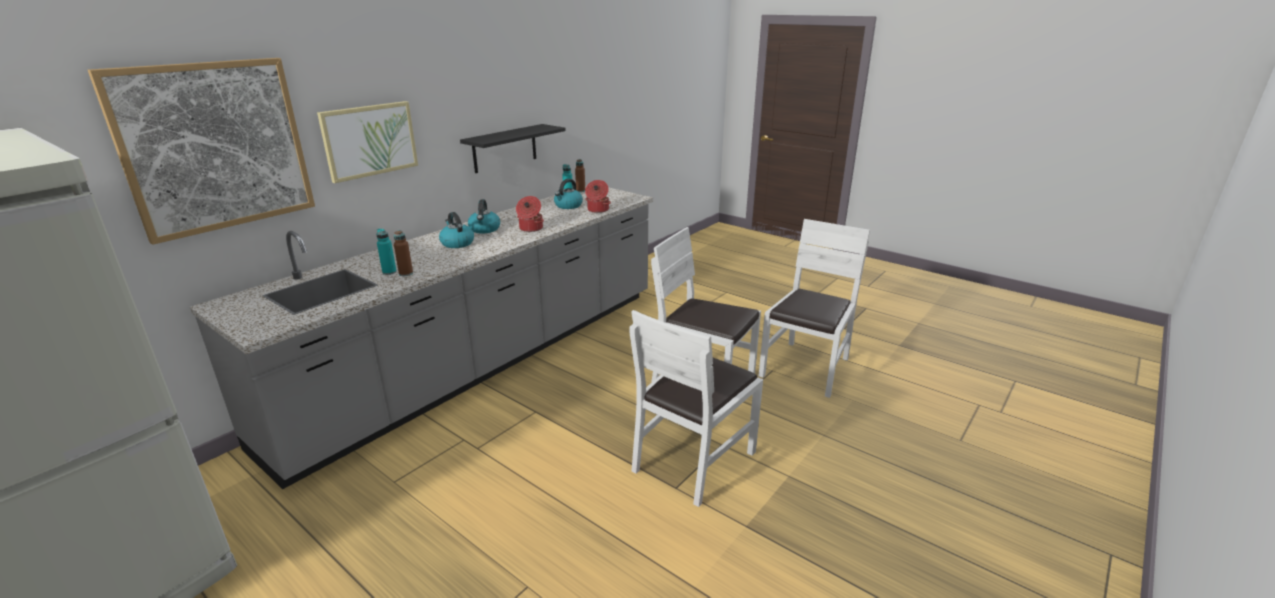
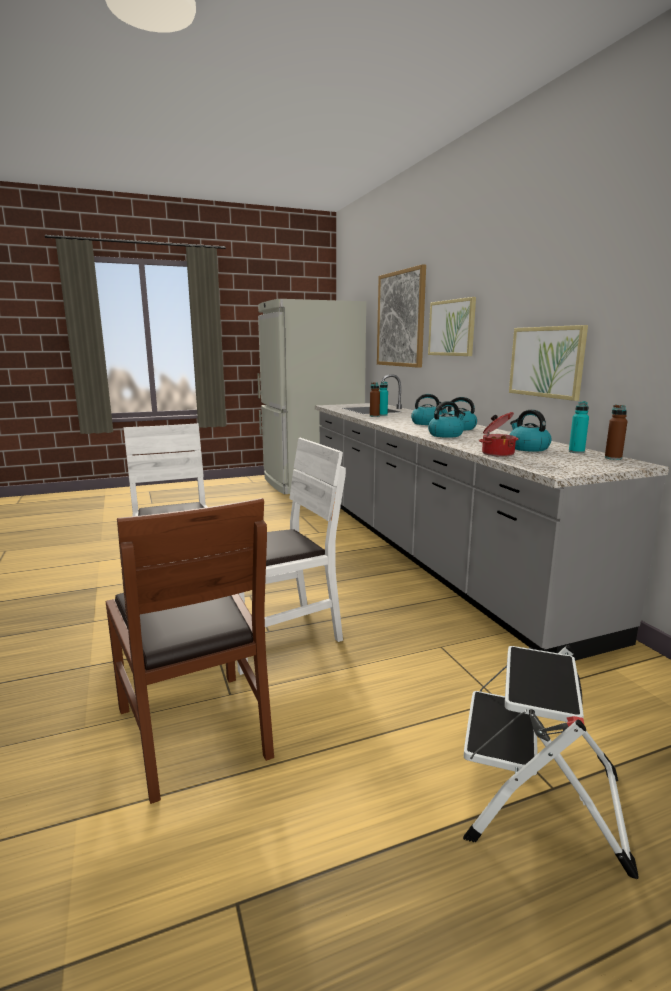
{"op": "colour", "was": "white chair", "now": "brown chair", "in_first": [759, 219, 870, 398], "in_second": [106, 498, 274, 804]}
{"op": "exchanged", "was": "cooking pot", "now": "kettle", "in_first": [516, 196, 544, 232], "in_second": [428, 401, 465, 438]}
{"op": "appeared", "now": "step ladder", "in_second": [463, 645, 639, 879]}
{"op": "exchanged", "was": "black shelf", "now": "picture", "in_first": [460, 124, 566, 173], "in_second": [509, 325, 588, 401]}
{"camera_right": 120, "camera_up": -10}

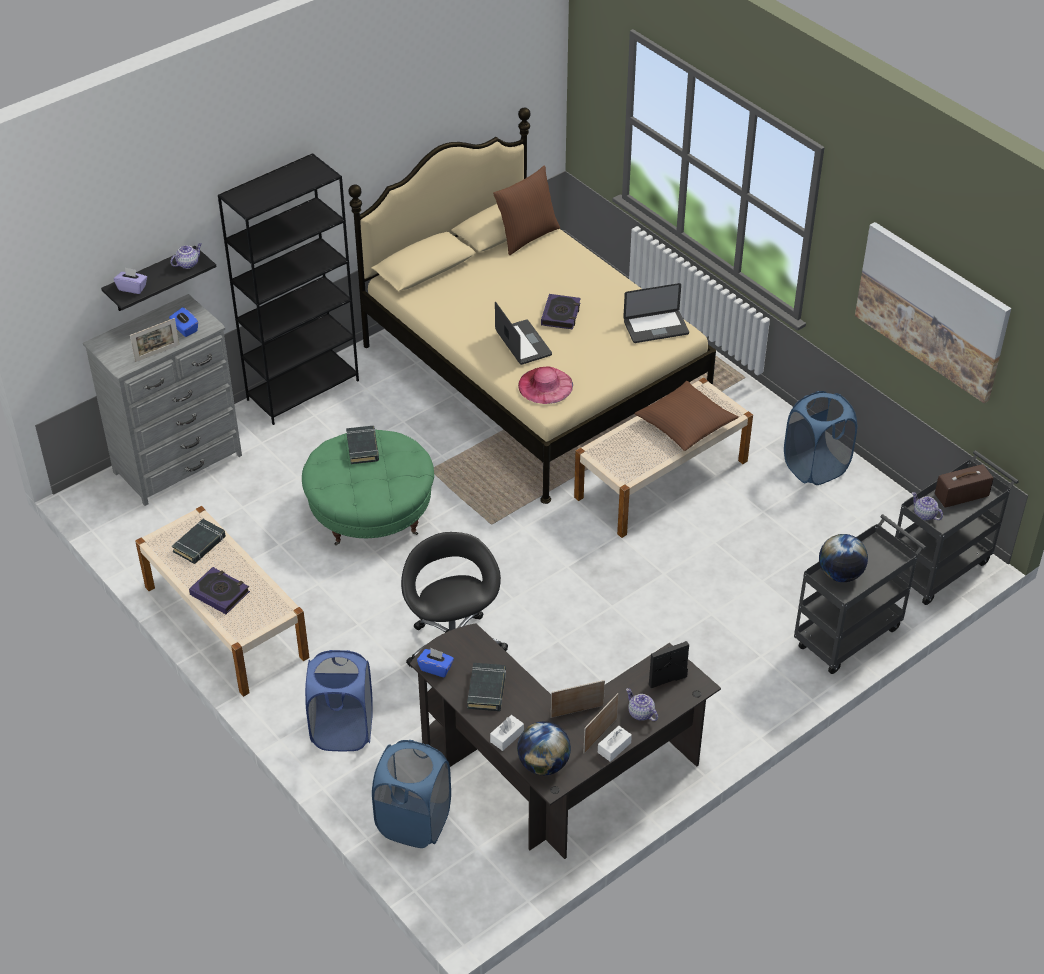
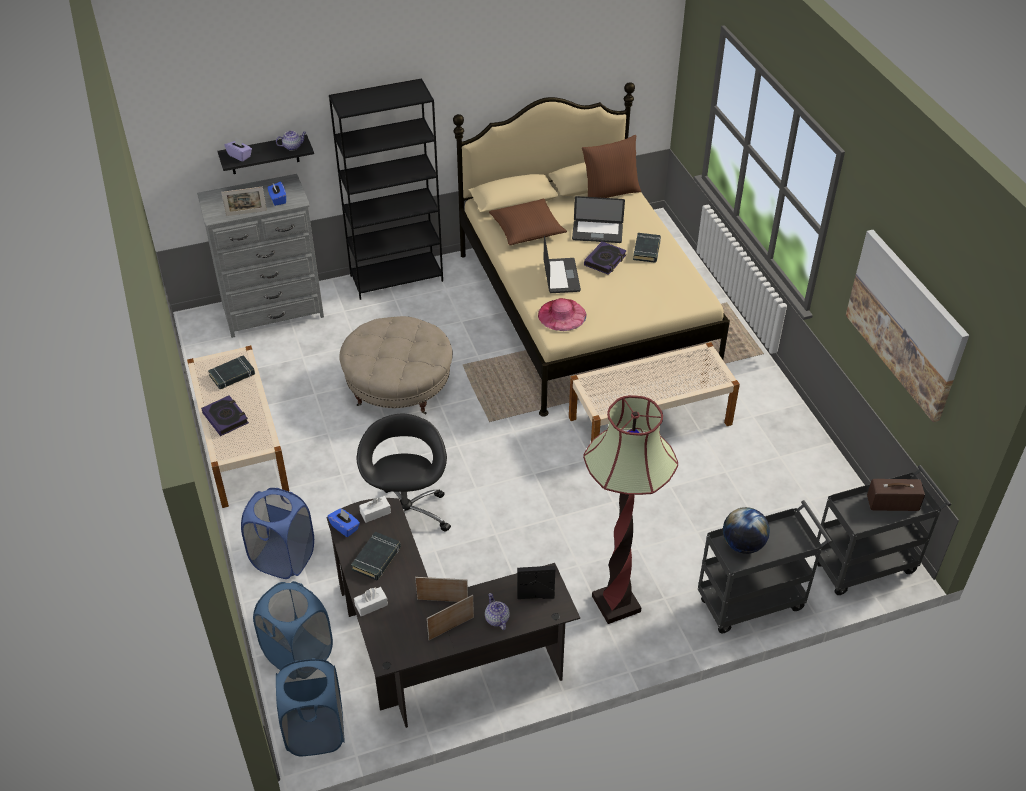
{"op": "relocated", "was": "blue laundry basket", "in_first": [784, 391, 857, 485], "in_second": [276, 658, 345, 756]}
{"op": "colour", "was": "green ottoman", "now": "beige ottoman", "in_first": [302, 430, 434, 545], "in_second": [339, 316, 453, 414]}
{"op": "relocated", "was": "white tissue box", "in_first": [598, 726, 632, 762], "in_second": [359, 496, 391, 523]}
{"op": "relocated", "was": "brown pillow", "in_first": [634, 381, 739, 451], "in_second": [489, 199, 567, 245]}
{"op": "relocated", "was": "laptop", "in_first": [623, 283, 689, 343], "in_second": [572, 196, 625, 243]}
{"op": "appeared", "now": "floor lamp", "in_second": [583, 395, 678, 624]}
{"op": "relocated", "was": "black book", "in_first": [346, 426, 379, 464], "in_second": [633, 233, 661, 263]}
{"op": "missing", "was": "globe", "in_first": [517, 721, 571, 775]}
{"op": "missing", "was": "teapot", "in_first": [912, 492, 943, 521]}
{"camera_right": 20, "camera_up": 0}

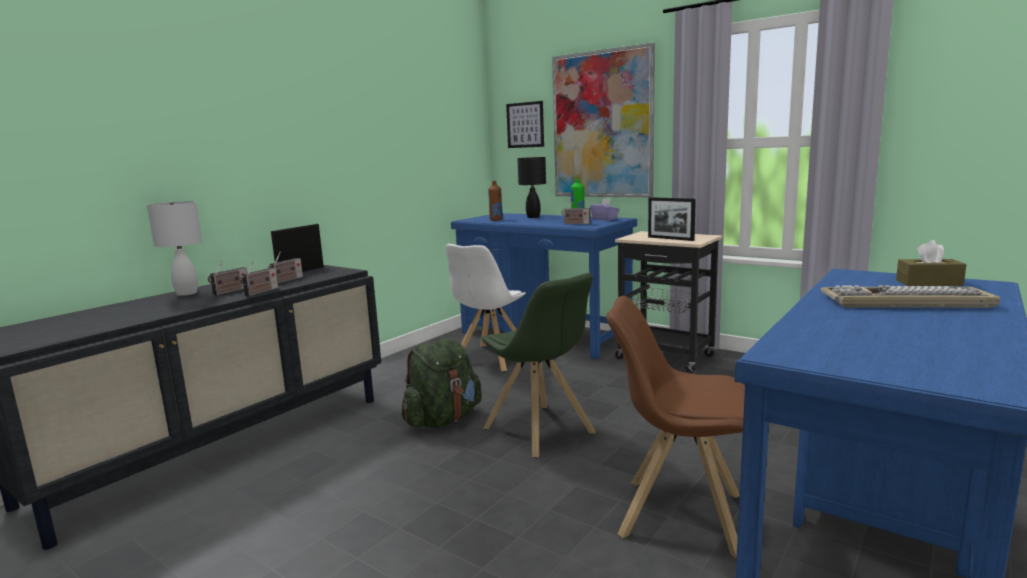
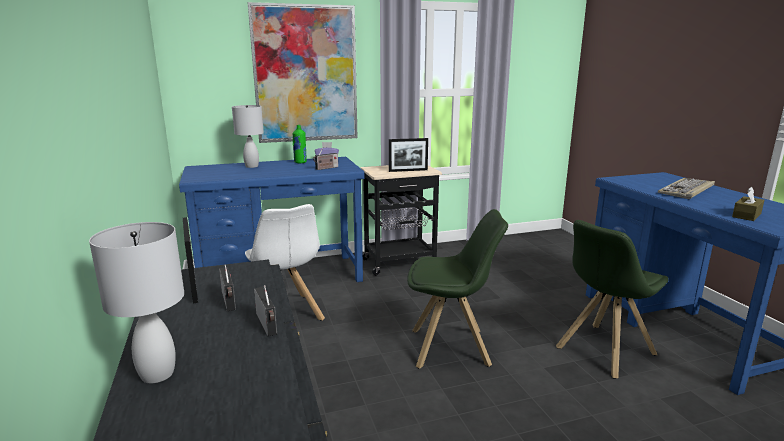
{"op": "colour", "was": "black table lamp", "now": "white table lamp", "in_first": [517, 157, 546, 218], "in_second": [232, 105, 264, 168]}
{"op": "colour", "was": "brown chair", "now": "green chair", "in_first": [606, 296, 745, 558], "in_second": [556, 220, 669, 379]}
{"op": "relocated", "was": "brown tissue box", "in_first": [896, 240, 966, 286], "in_second": [732, 187, 764, 221]}
{"op": "missing", "was": "radio", "in_first": [208, 260, 247, 295]}
{"op": "missing", "was": "green backpack", "in_first": [402, 339, 482, 427]}
{"op": "missing", "was": "brown bottle", "in_first": [488, 181, 503, 221]}
{"op": "missing", "was": "picture", "in_first": [506, 101, 544, 148]}
{"camera_right": -55, "camera_up": 5}

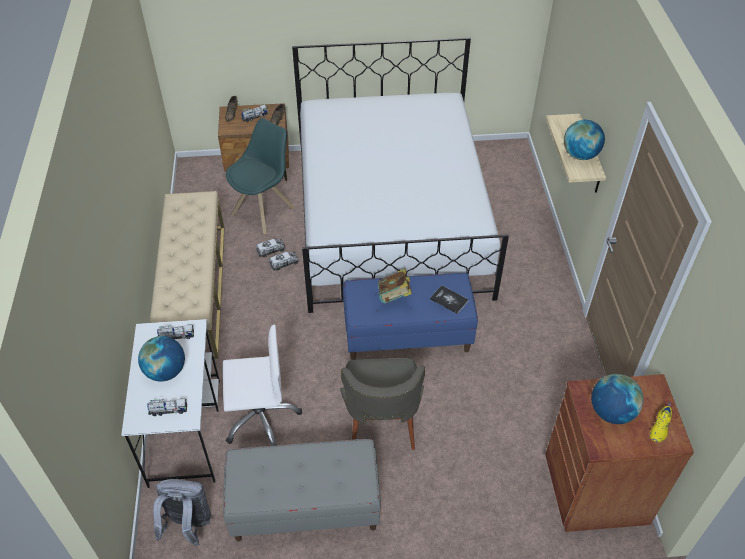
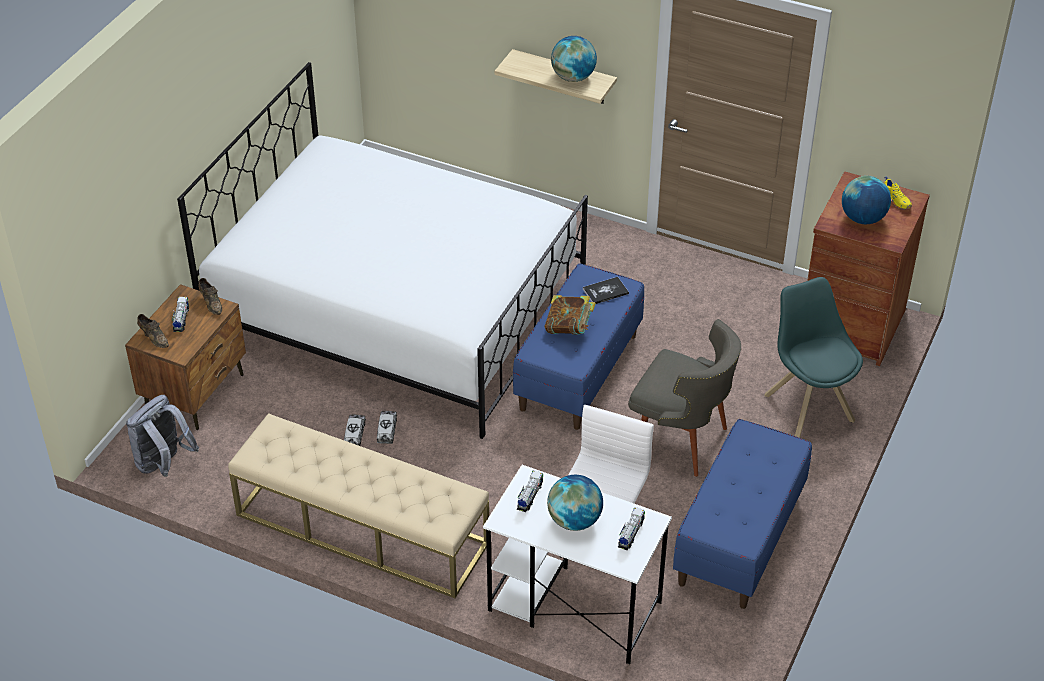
{"op": "relocated", "was": "grey backpack", "in_first": [153, 478, 211, 546], "in_second": [126, 395, 199, 477]}
{"op": "colour", "was": "grey bench", "now": "blue bench", "in_first": [223, 439, 381, 541], "in_second": [673, 419, 812, 609]}
{"op": "relocated", "was": "turquoise chair", "in_first": [226, 118, 295, 235], "in_second": [764, 277, 863, 438]}
{"camera_right": -60, "camera_up": -5}

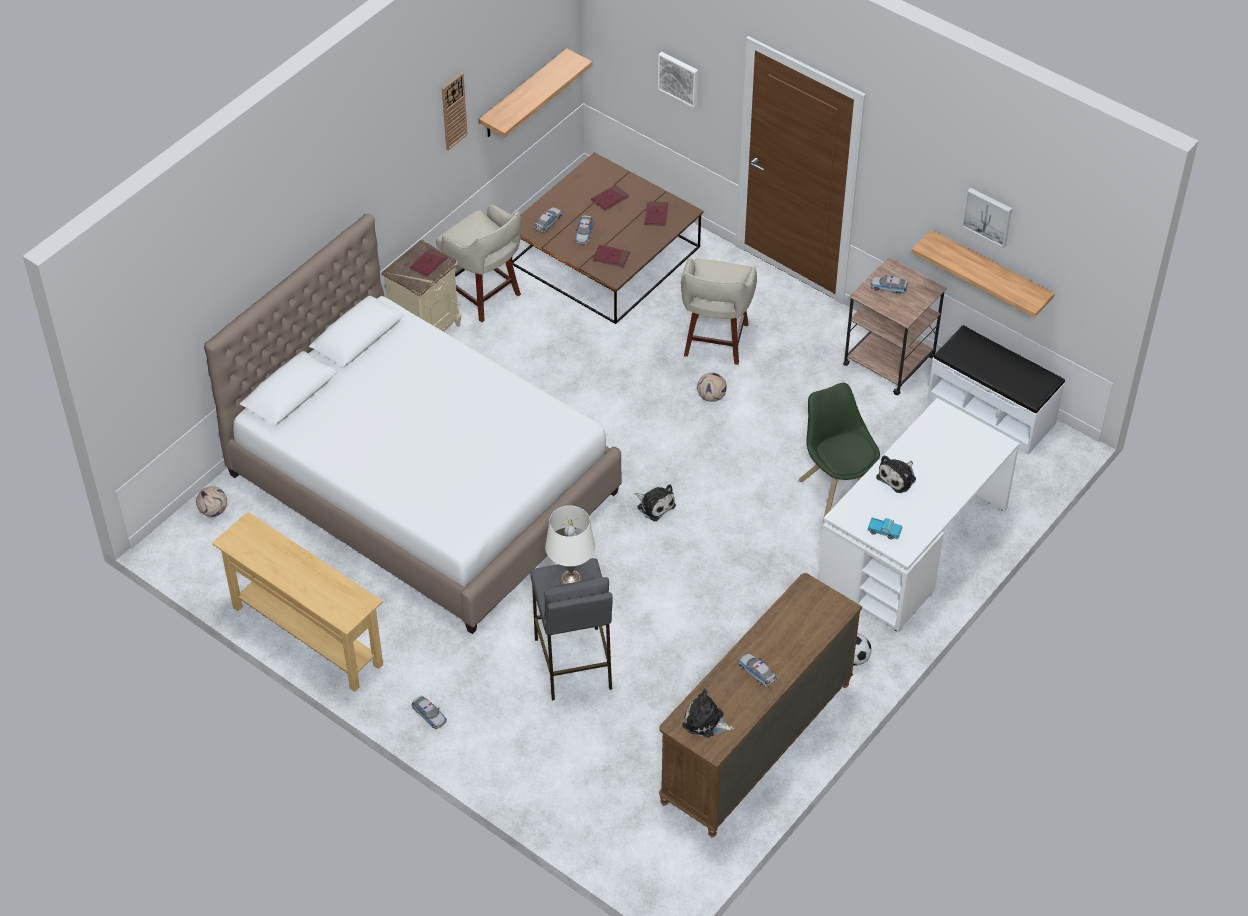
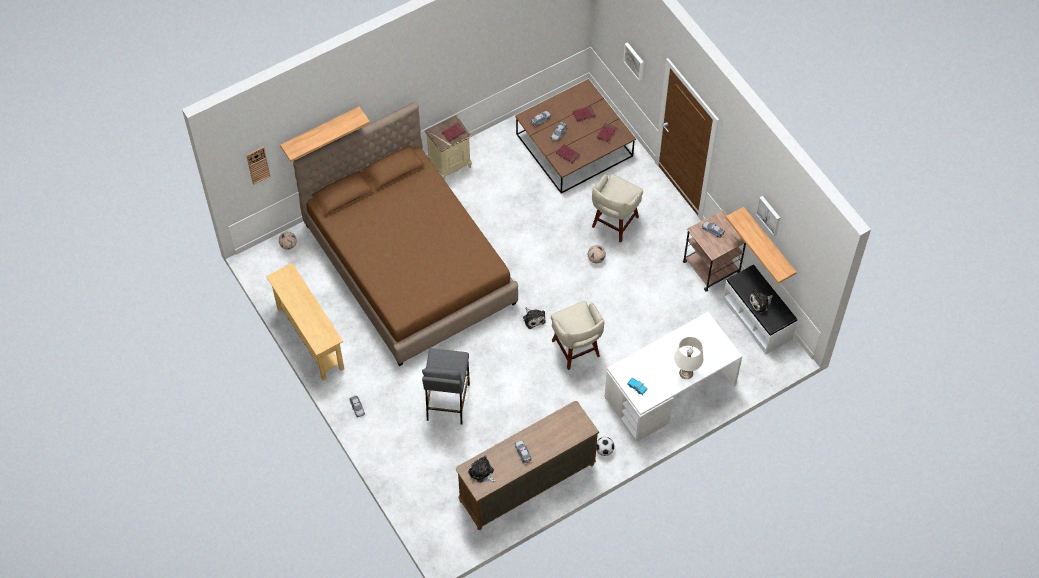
{"op": "relocated", "was": "wall clock", "in_first": [442, 72, 468, 150], "in_second": [246, 146, 270, 185]}
{"op": "relocated", "was": "shelf", "in_first": [479, 48, 592, 137], "in_second": [280, 107, 370, 162]}
{"op": "colour", "was": "white bed", "now": "brown bed", "in_first": [204, 214, 622, 634], "in_second": [293, 102, 518, 366]}
{"op": "relocated", "was": "beige stool", "in_first": [436, 204, 521, 322], "in_second": [551, 301, 604, 370]}
{"op": "relocated", "was": "white table lamp", "in_first": [545, 505, 595, 585], "in_second": [674, 337, 703, 379]}
{"op": "relocated", "was": "plush toy", "in_first": [876, 455, 916, 493], "in_second": [748, 289, 773, 313]}
{"op": "missing", "was": "green chair", "in_first": [799, 383, 880, 520]}
{"camera_right": 20, "camera_up": 10}

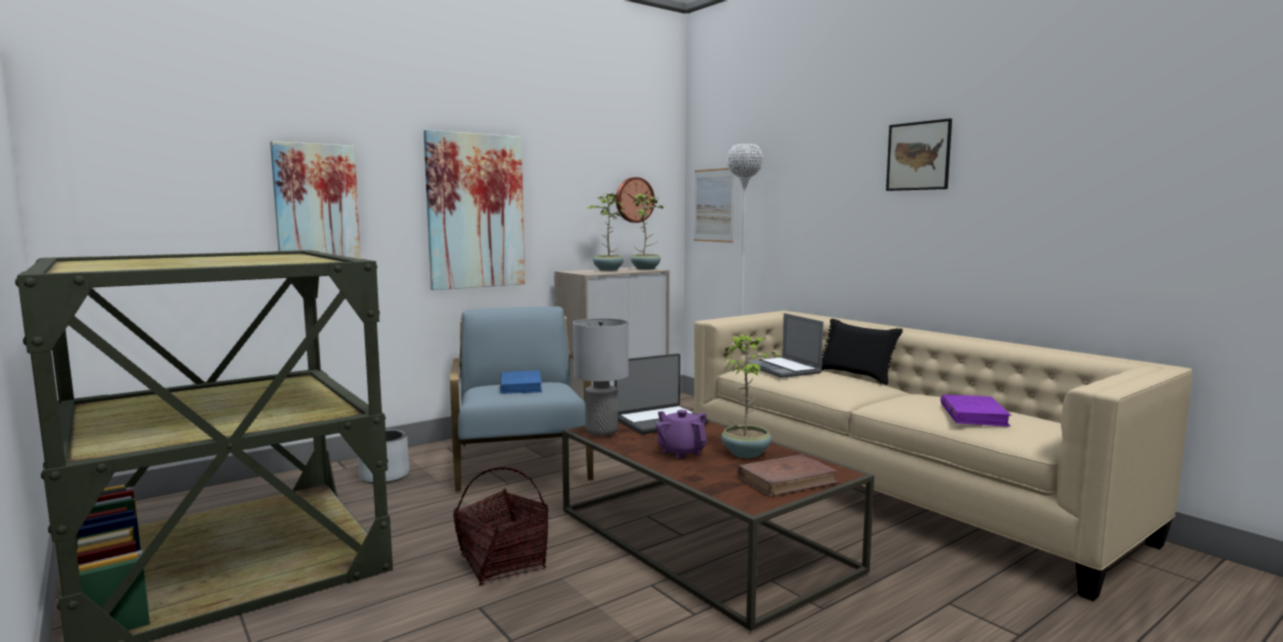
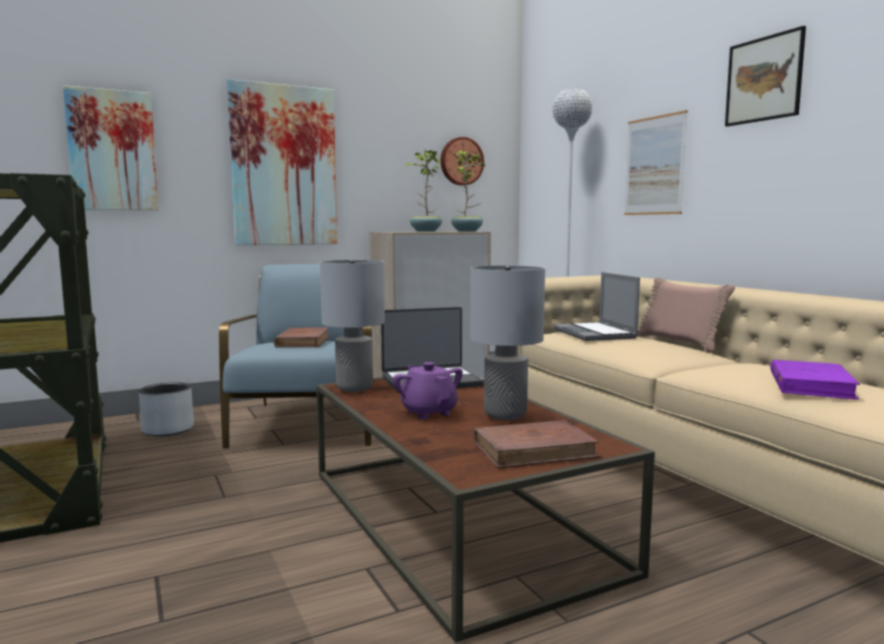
{"op": "colour", "was": "blue book", "now": "brown book", "in_first": [500, 371, 542, 394], "in_second": [274, 327, 330, 348]}
{"op": "exchanged", "was": "potted plant", "now": "grey table lamp", "in_first": [722, 332, 783, 458], "in_second": [470, 265, 545, 421]}
{"op": "relocated", "was": "picture", "in_first": [694, 168, 734, 243], "in_second": [624, 110, 688, 215]}
{"op": "colour", "was": "black pillow", "now": "beige pillow", "in_first": [822, 319, 903, 385], "in_second": [637, 278, 735, 352]}
{"op": "missing", "was": "basket", "in_first": [453, 467, 548, 586]}
{"camera_right": 10, "camera_up": 0}

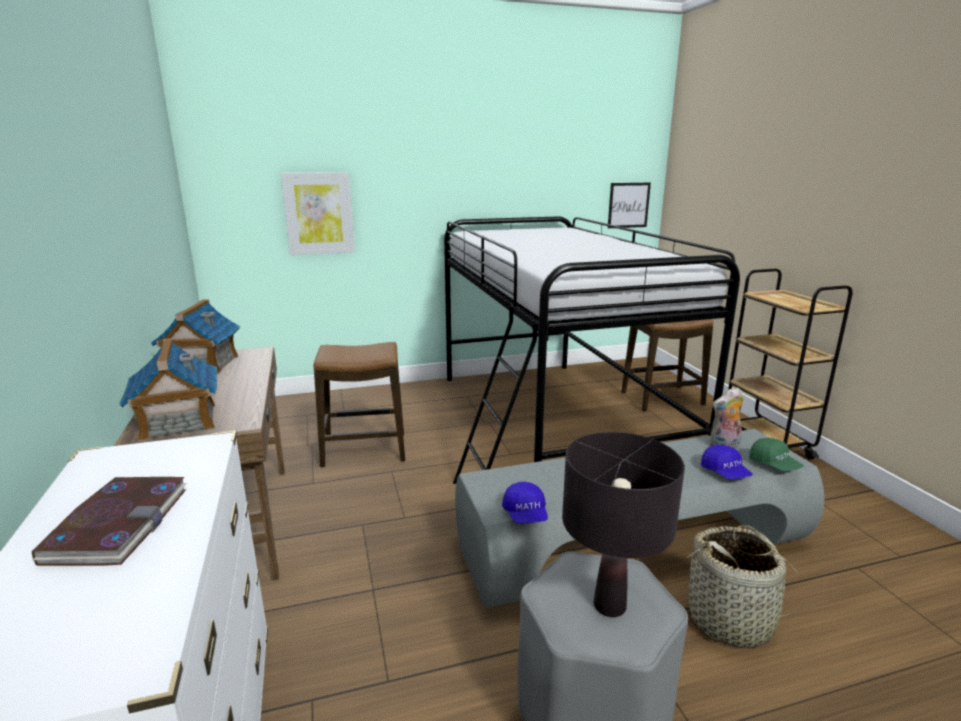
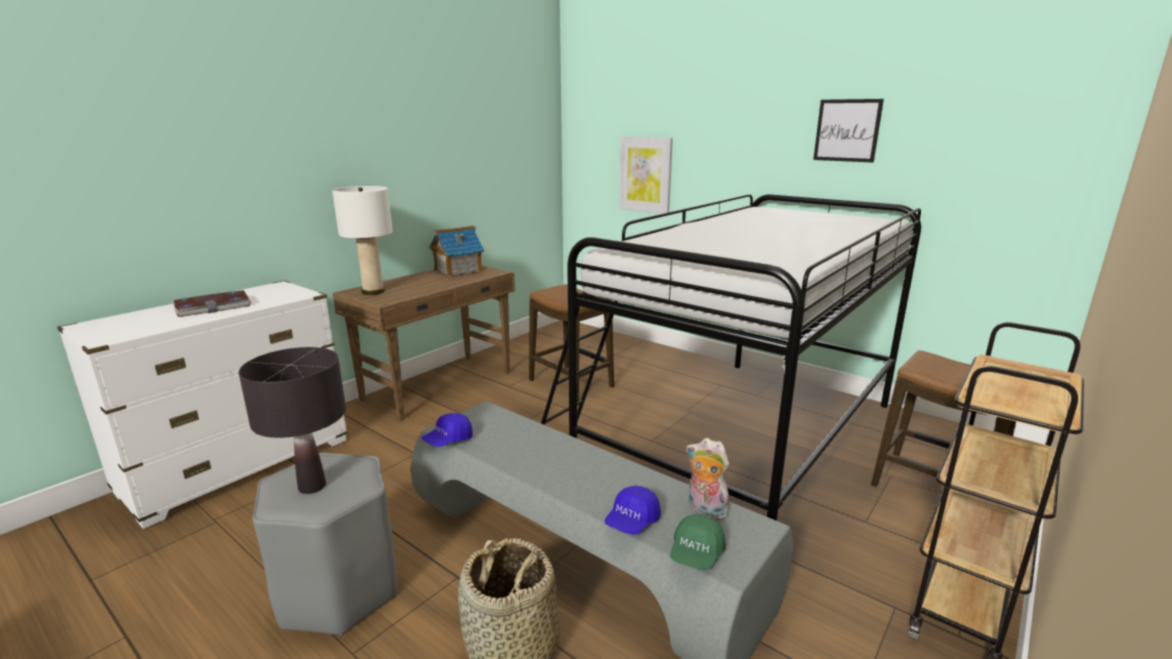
{"op": "exchanged", "was": "toy house", "now": "white table lamp", "in_first": [119, 338, 217, 442], "in_second": [332, 186, 393, 295]}
{"op": "relocated", "was": "picture", "in_first": [608, 183, 651, 228], "in_second": [813, 99, 884, 163]}
{"camera_right": 55, "camera_up": 0}

